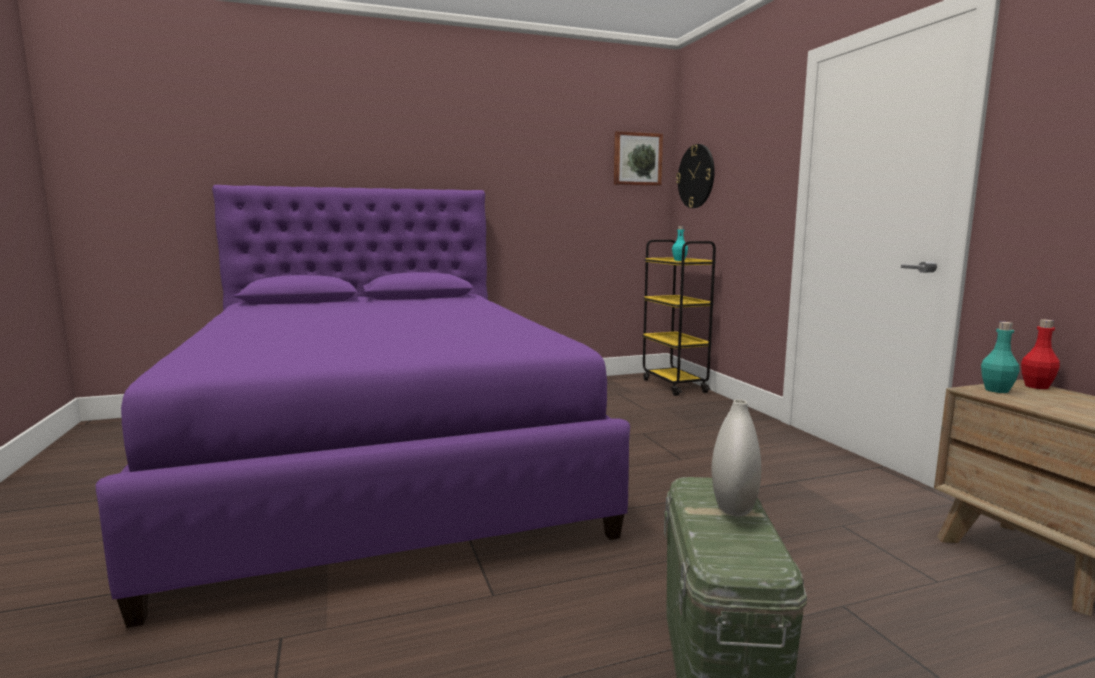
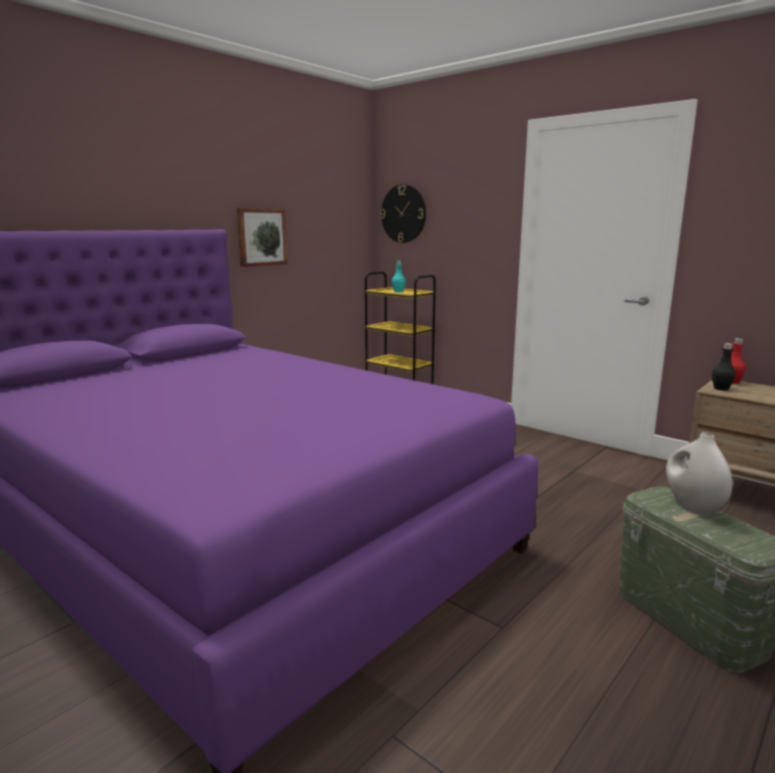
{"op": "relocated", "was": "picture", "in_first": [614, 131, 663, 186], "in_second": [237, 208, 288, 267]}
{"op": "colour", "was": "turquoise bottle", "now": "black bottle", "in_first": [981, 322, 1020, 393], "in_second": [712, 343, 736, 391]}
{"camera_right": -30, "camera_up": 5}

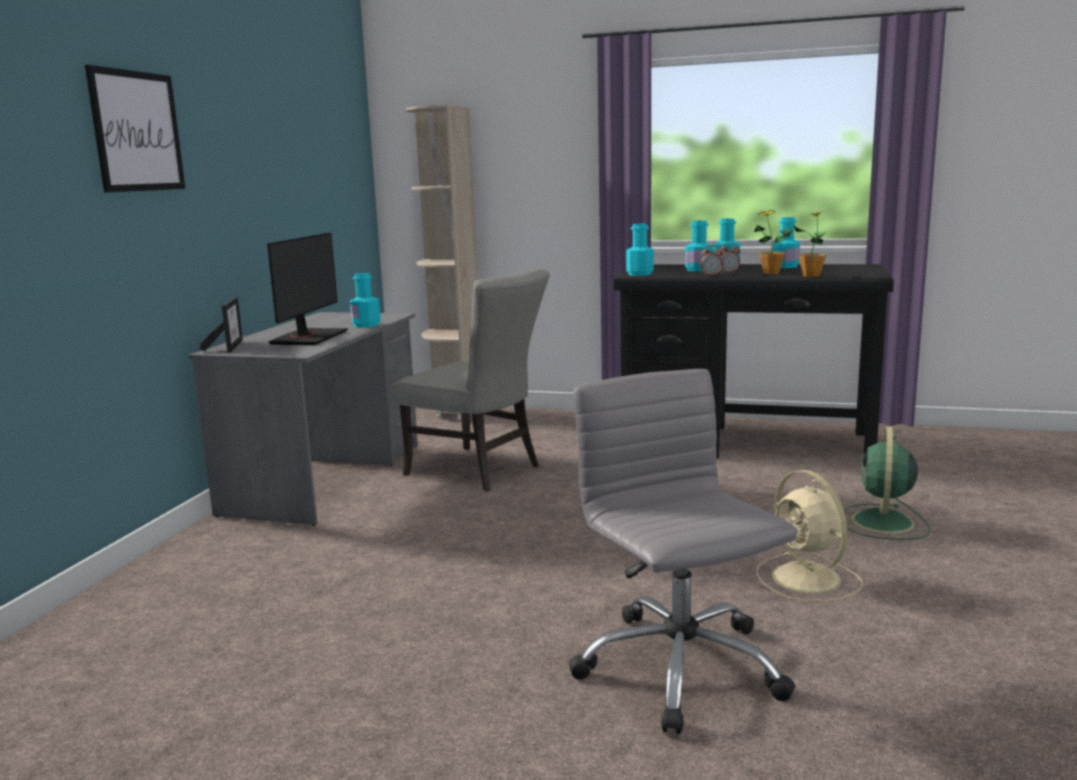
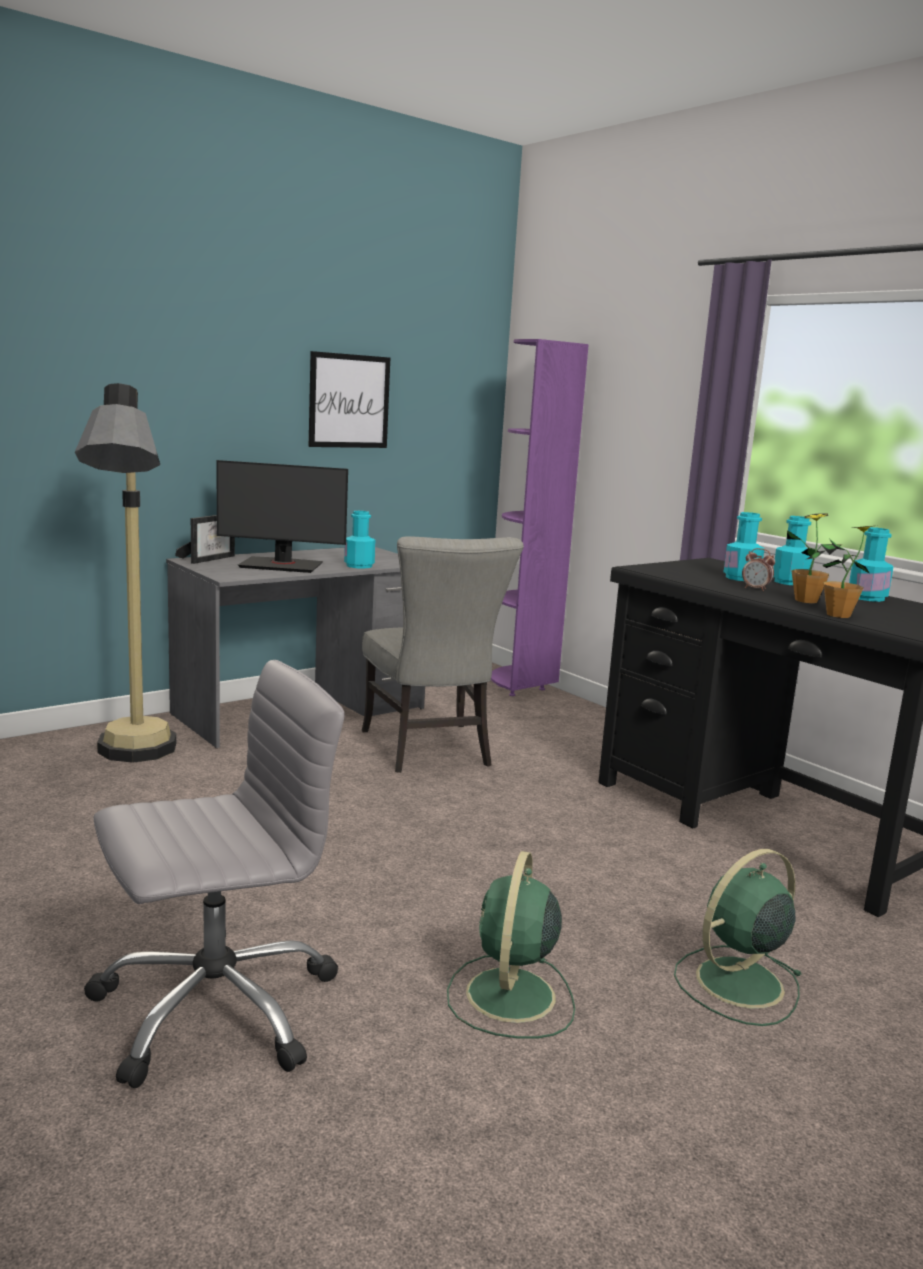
{"op": "appeared", "now": "floor lamp", "in_second": [75, 383, 176, 763]}
{"op": "spun", "was": "grey office chair", "in_first": [569, 369, 798, 734], "in_second": [84, 660, 345, 1088], "clockwise": 45}
{"op": "spun", "was": "monitor", "in_first": [267, 232, 348, 345], "in_second": [217, 460, 348, 573], "clockwise": 45}
{"op": "relocated", "was": "picture", "in_first": [85, 65, 185, 193], "in_second": [309, 351, 390, 448]}
{"op": "colour", "was": "beige fan", "now": "green fan", "in_first": [756, 470, 863, 602], "in_second": [447, 851, 575, 1039]}
{"op": "colour", "was": "beige bookcase", "now": "purple bookcase", "in_first": [406, 104, 478, 420], "in_second": [491, 339, 589, 696]}
{"op": "missing", "was": "turquoise bottle", "in_first": [626, 224, 654, 276]}
{"op": "missing", "was": "alarm clock", "in_first": [700, 245, 723, 276]}
{"camera_right": 35, "camera_up": 0}

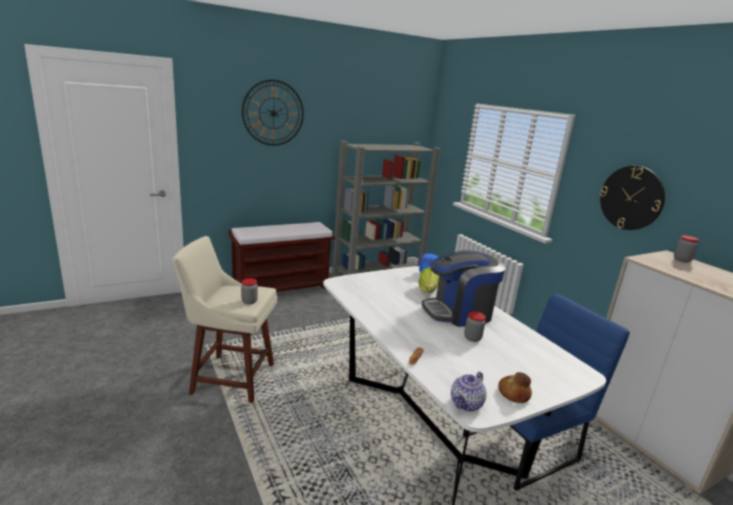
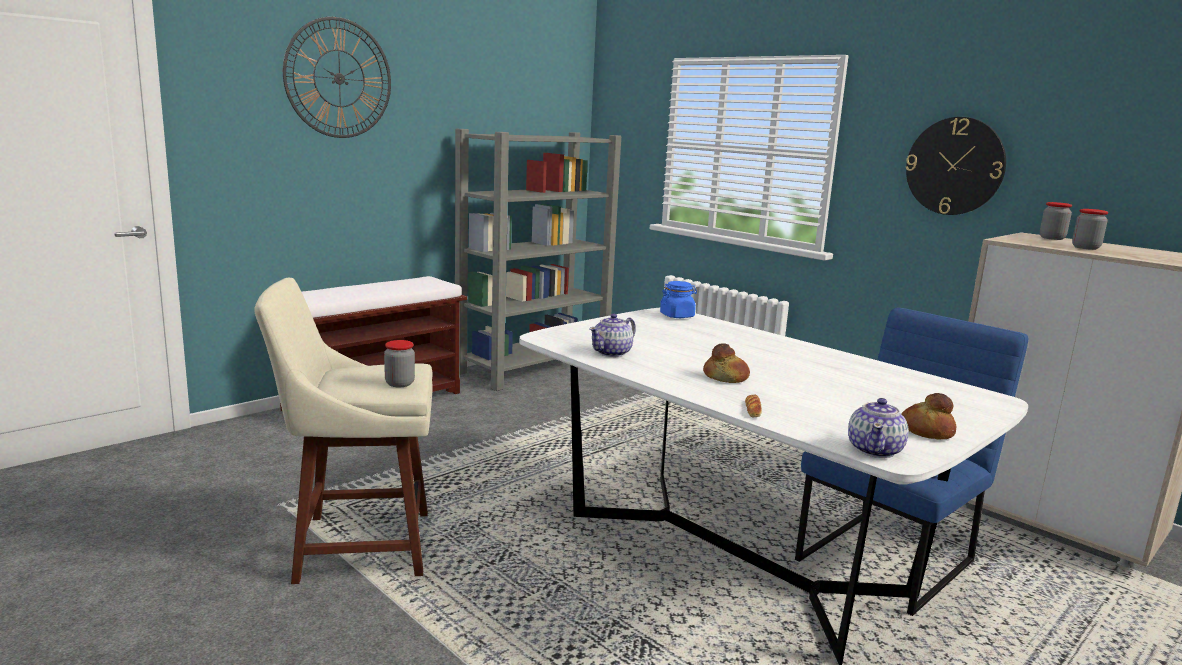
{"op": "appeared", "now": "teapot", "in_second": [589, 314, 636, 357]}
{"op": "appeared", "now": "bread", "in_second": [703, 343, 750, 383]}
{"op": "relocated", "was": "jar", "in_first": [464, 312, 486, 342], "in_second": [1072, 209, 1108, 250]}
{"op": "missing", "was": "lettuce", "in_first": [418, 267, 439, 293]}
{"op": "missing", "was": "coffee machine", "in_first": [422, 250, 505, 327]}
{"camera_right": -15, "camera_up": -5}

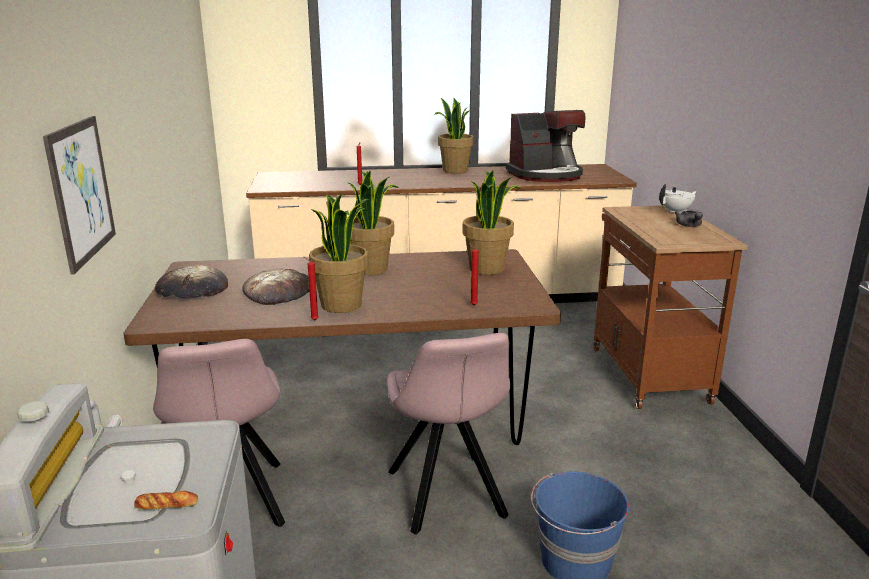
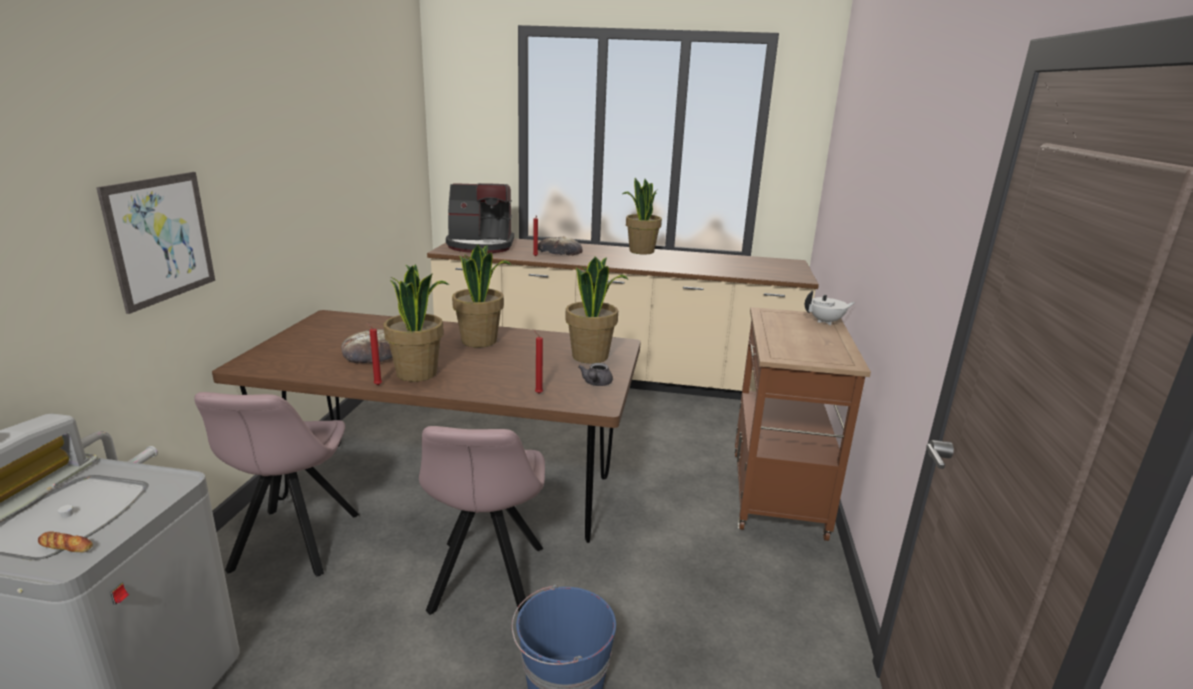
{"op": "relocated", "was": "coffee machine", "in_first": [506, 110, 586, 182], "in_second": [446, 183, 514, 253]}
{"op": "relocated", "was": "bread", "in_first": [155, 265, 228, 298], "in_second": [538, 236, 583, 256]}
{"op": "relocated", "was": "grey teapot", "in_first": [675, 209, 703, 227], "in_second": [578, 363, 613, 386]}
{"camera_right": 15, "camera_up": 0}

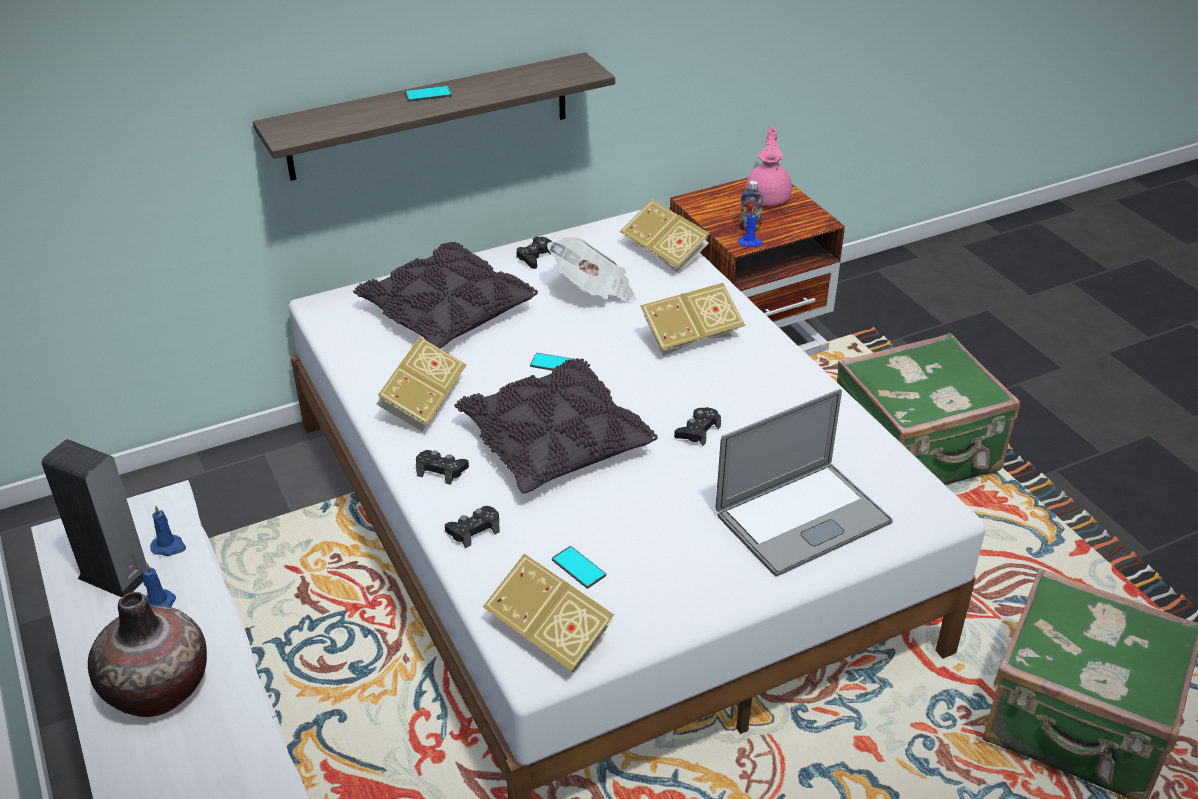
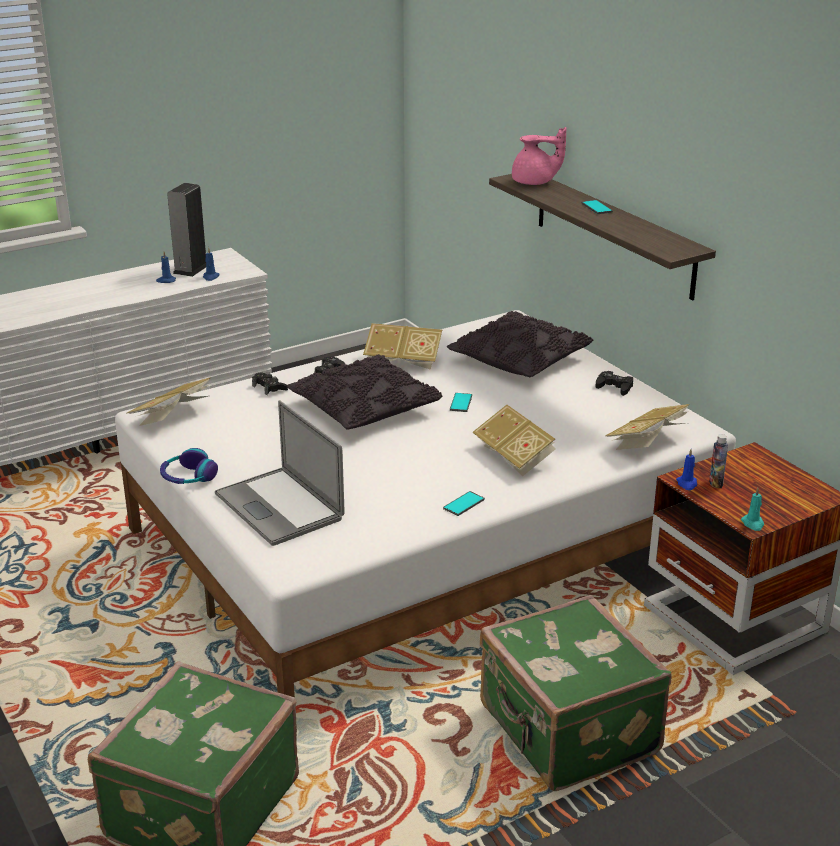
{"op": "appeared", "now": "headphones", "in_second": [160, 448, 218, 484]}
{"op": "relocated", "was": "phone", "in_first": [552, 546, 606, 589], "in_second": [443, 491, 485, 516]}
{"op": "relocated", "was": "pink teapot", "in_first": [746, 126, 792, 206], "in_second": [512, 127, 566, 185]}
{"op": "appeared", "now": "turquoise candle", "in_second": [741, 488, 764, 531]}
{"op": "missing", "was": "vase", "in_first": [88, 592, 207, 717]}
{"op": "missing", "was": "newspaper", "in_first": [547, 237, 636, 301]}
{"op": "missing", "was": "black game controller", "in_first": [674, 407, 721, 446]}
{"camera_right": 85, "camera_up": -10}

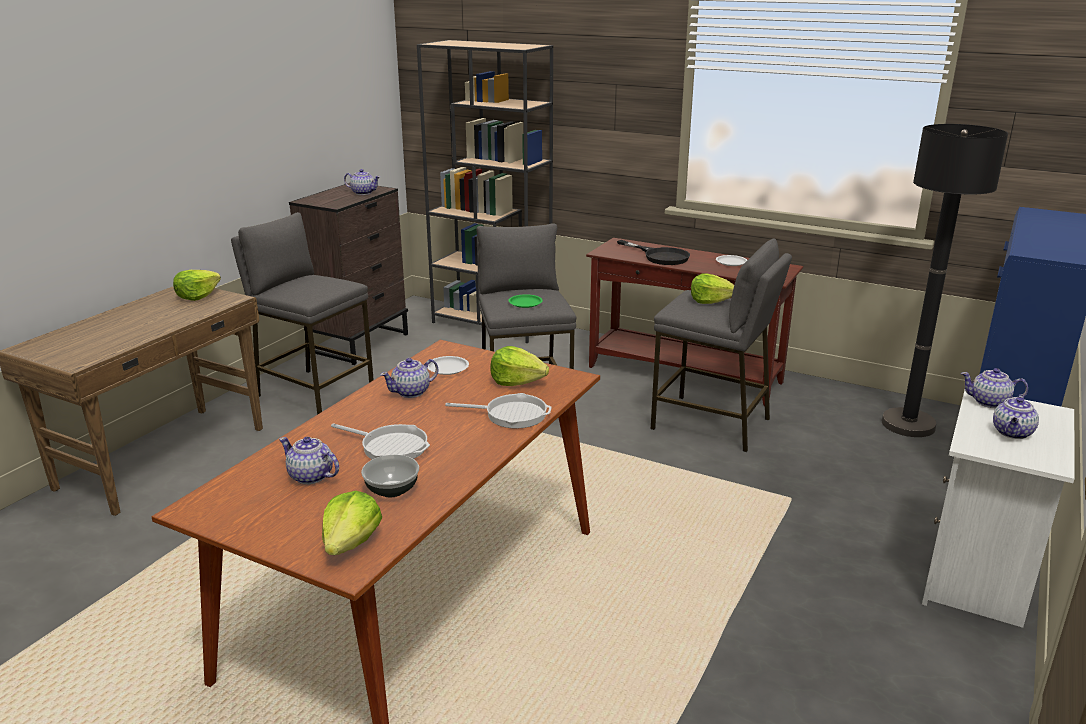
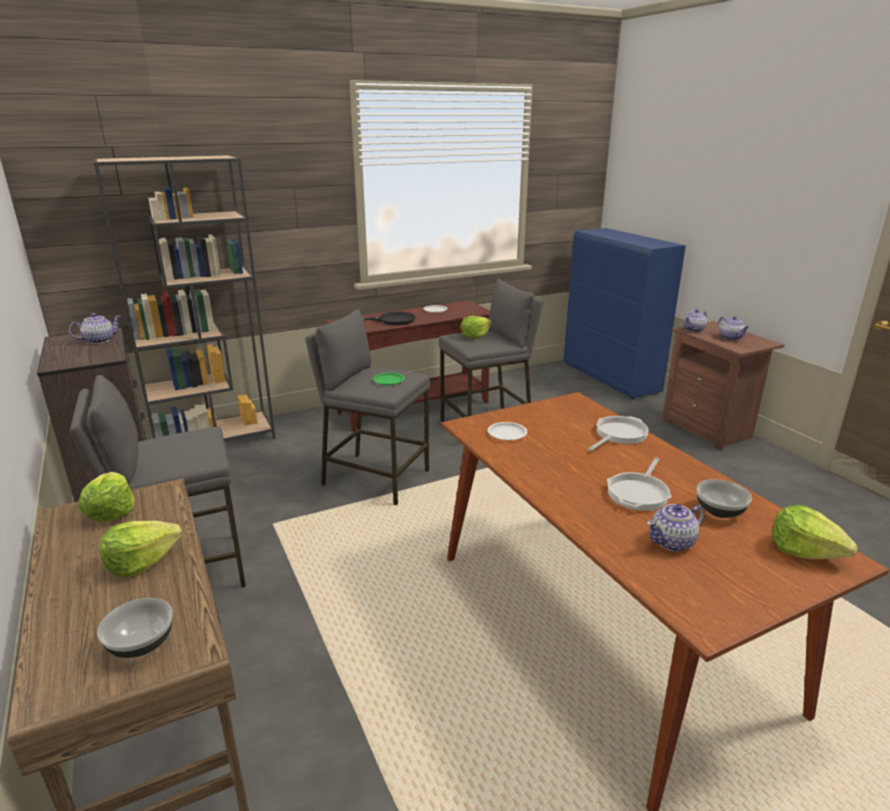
{"op": "appeared", "now": "bowl", "in_second": [97, 598, 173, 658]}
{"op": "relocated", "was": "lettuce", "in_first": [490, 346, 549, 386], "in_second": [99, 521, 182, 577]}
{"op": "spun", "was": "frying pan", "in_first": [331, 424, 430, 459], "in_second": [607, 458, 672, 511], "clockwise": 150}
{"op": "colour", "was": "white nightstand", "now": "brown nightstand", "in_first": [922, 390, 1075, 628], "in_second": [662, 321, 784, 451]}
{"op": "missing", "was": "teapot", "in_first": [380, 358, 438, 398]}
{"op": "missing", "was": "black floor lamp", "in_first": [882, 124, 1008, 437]}
{"camera_right": -55, "camera_up": 0}

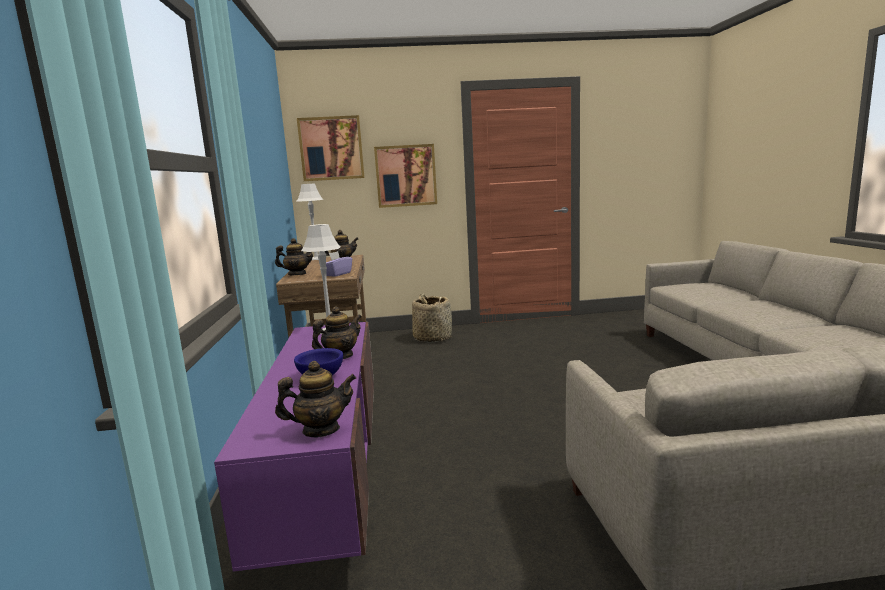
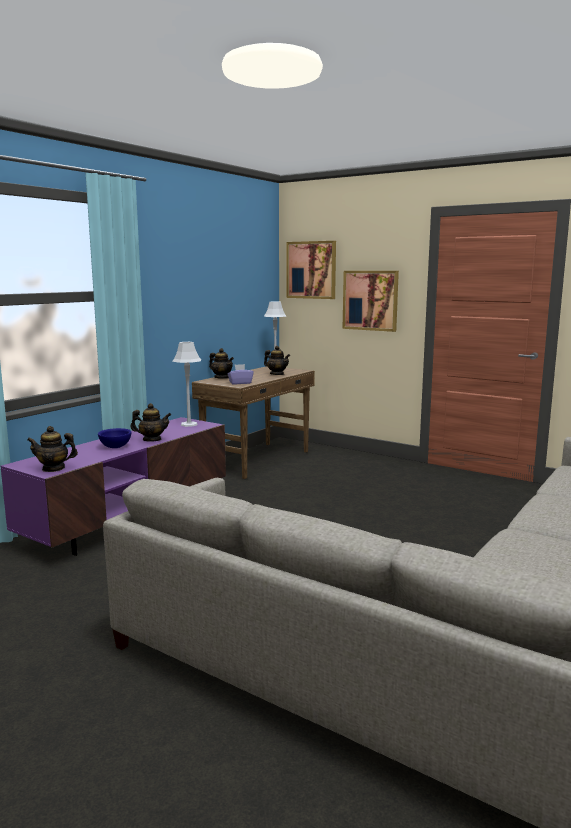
{"op": "spun", "was": "teapot", "in_first": [275, 361, 356, 438], "in_second": [27, 426, 78, 472], "clockwise": 150}
{"op": "missing", "was": "basket", "in_first": [412, 293, 452, 343]}
{"camera_right": 40, "camera_up": 0}

